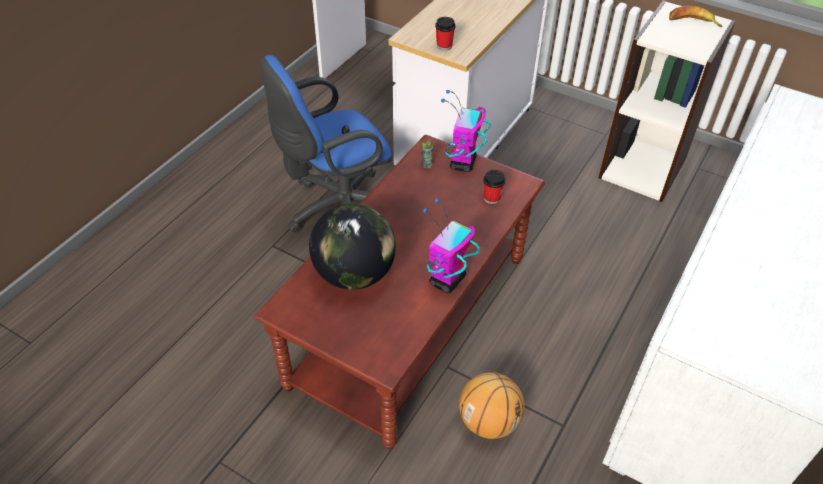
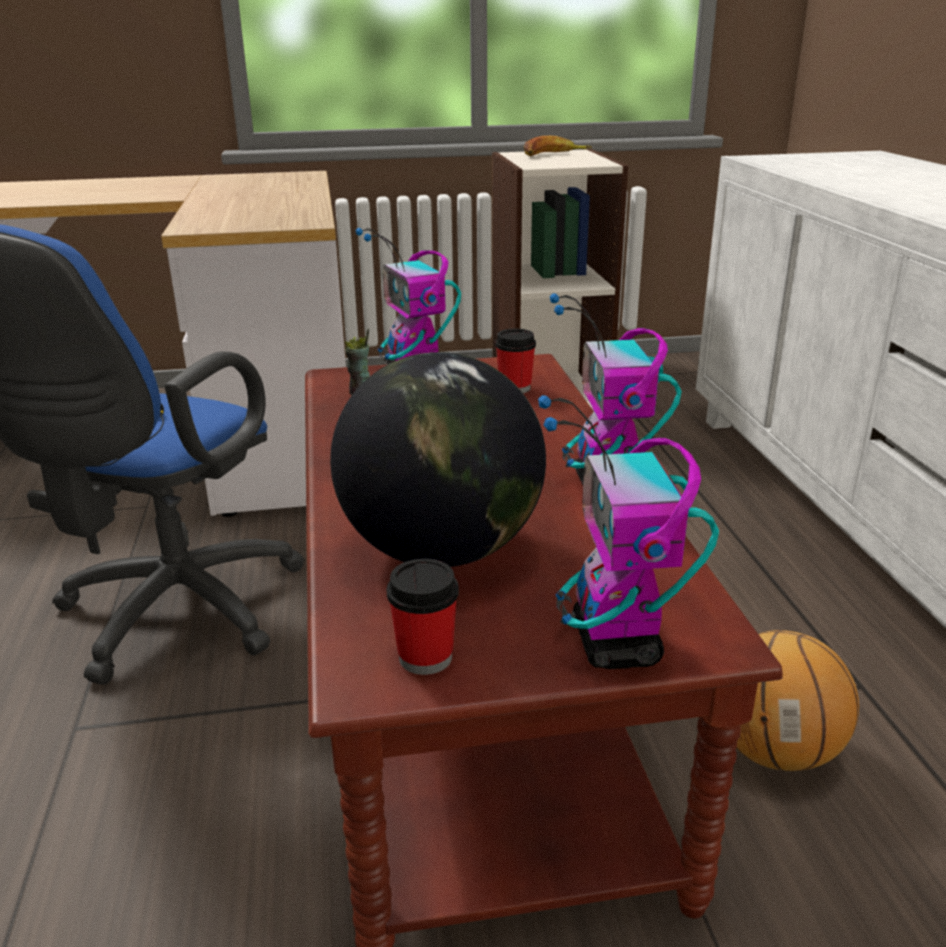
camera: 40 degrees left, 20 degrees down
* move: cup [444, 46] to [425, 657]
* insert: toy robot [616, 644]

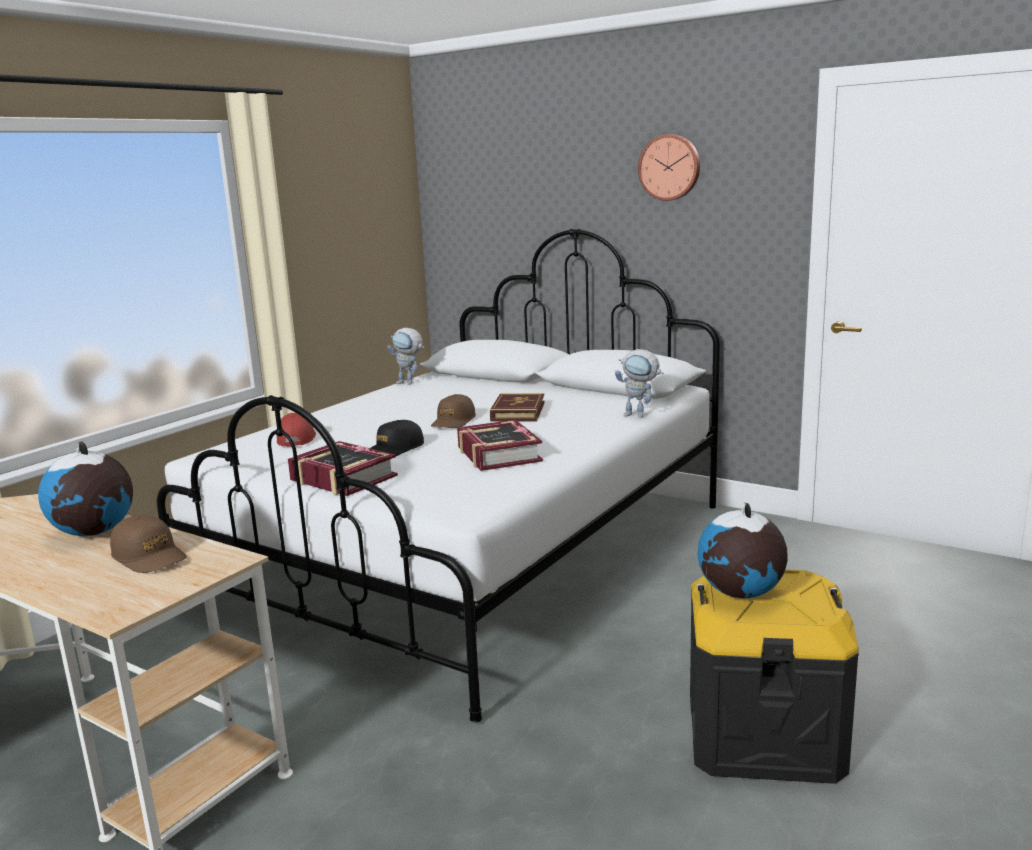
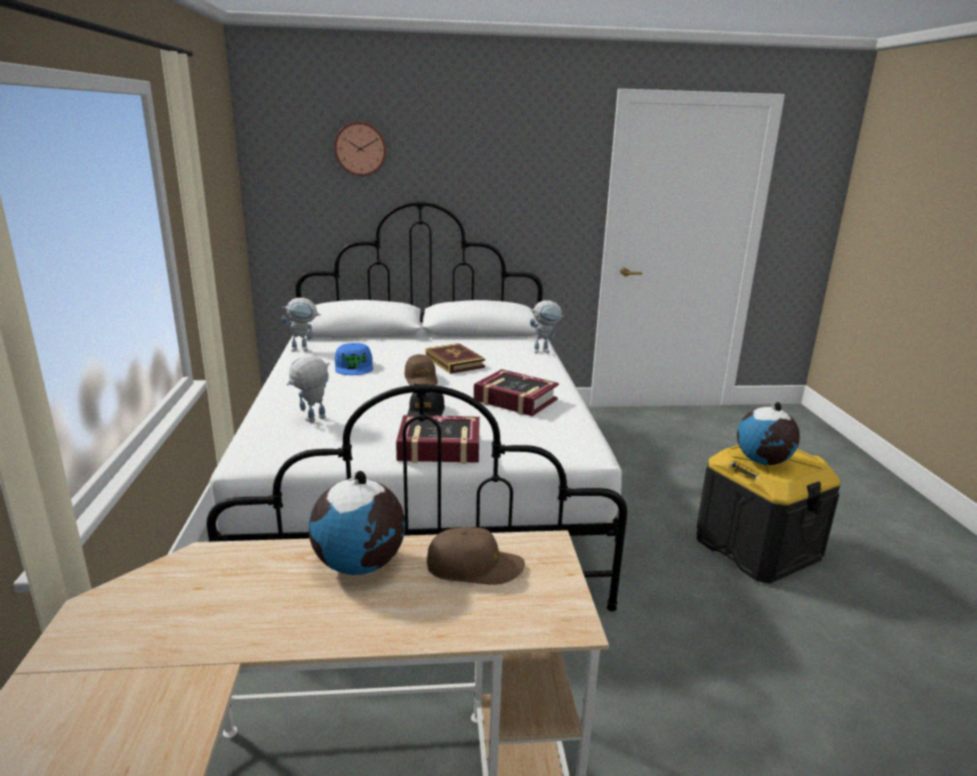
camera: 40 degrees left, 5 degrees up
* move: wall clock [670, 167] to [360, 149]
* replace: cap/red [296, 438] to toy robot [312, 421]
* insert: cap/blue [354, 366]

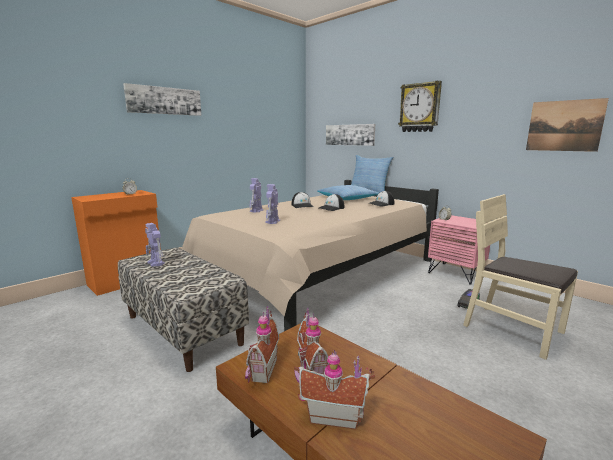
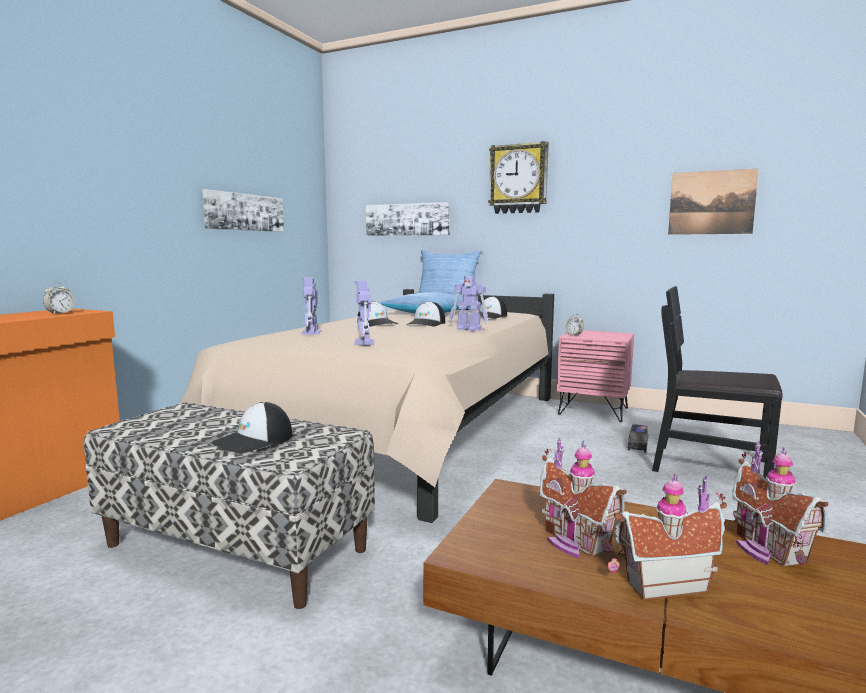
camera: 20 degrees left, 5 degrees down
* move: picture [164, 100] to [244, 212]
* recolor: chair/beige [513, 329] to chair/black [711, 466]
* move: toy robot [156, 263] to [469, 329]
* move: toy house [260, 370] to [766, 550]
* insert: cap [254, 441]

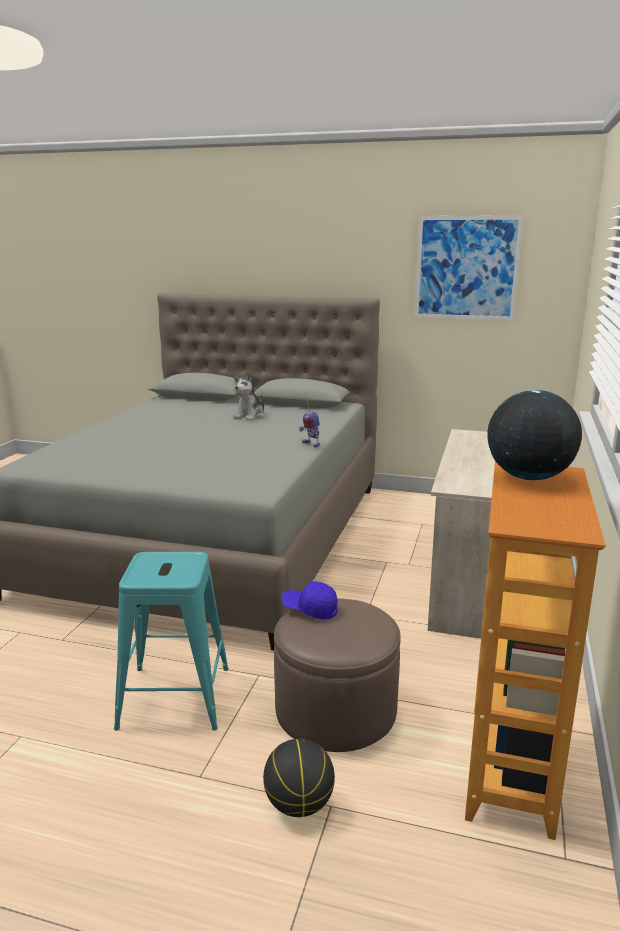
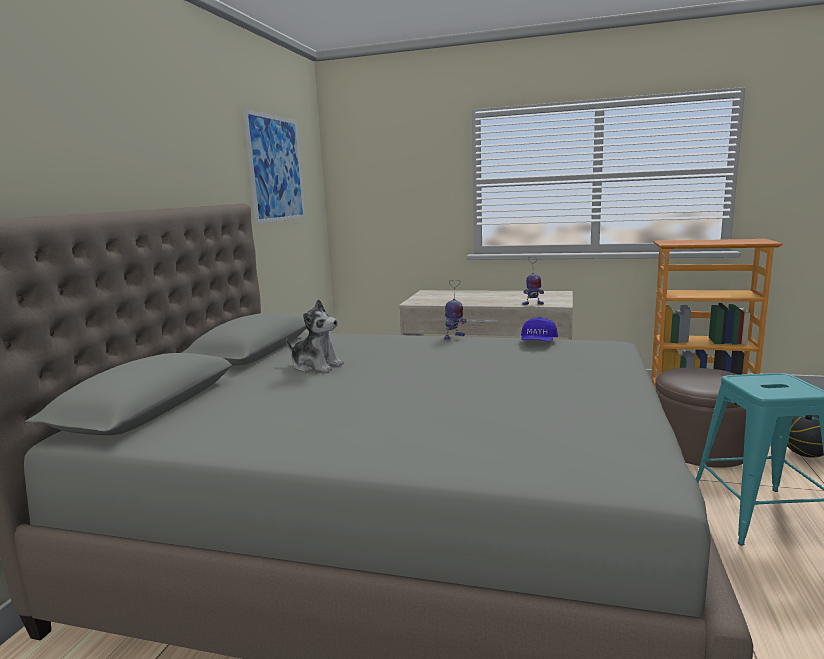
camera: 90 degrees left, 5 degrees down
* delete: globe [528, 477]
* move: cap/blue [309, 609] to [538, 342]
* insert: toy robot [532, 304]

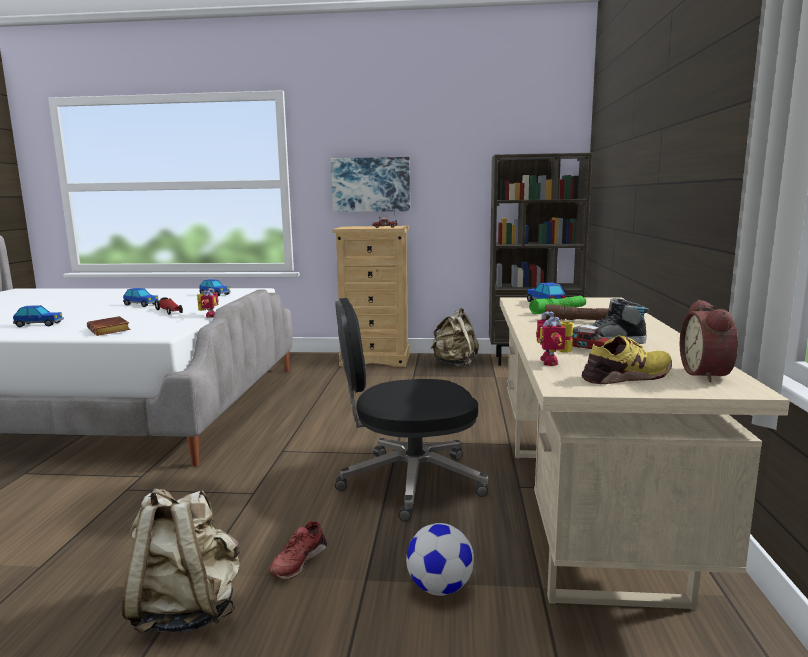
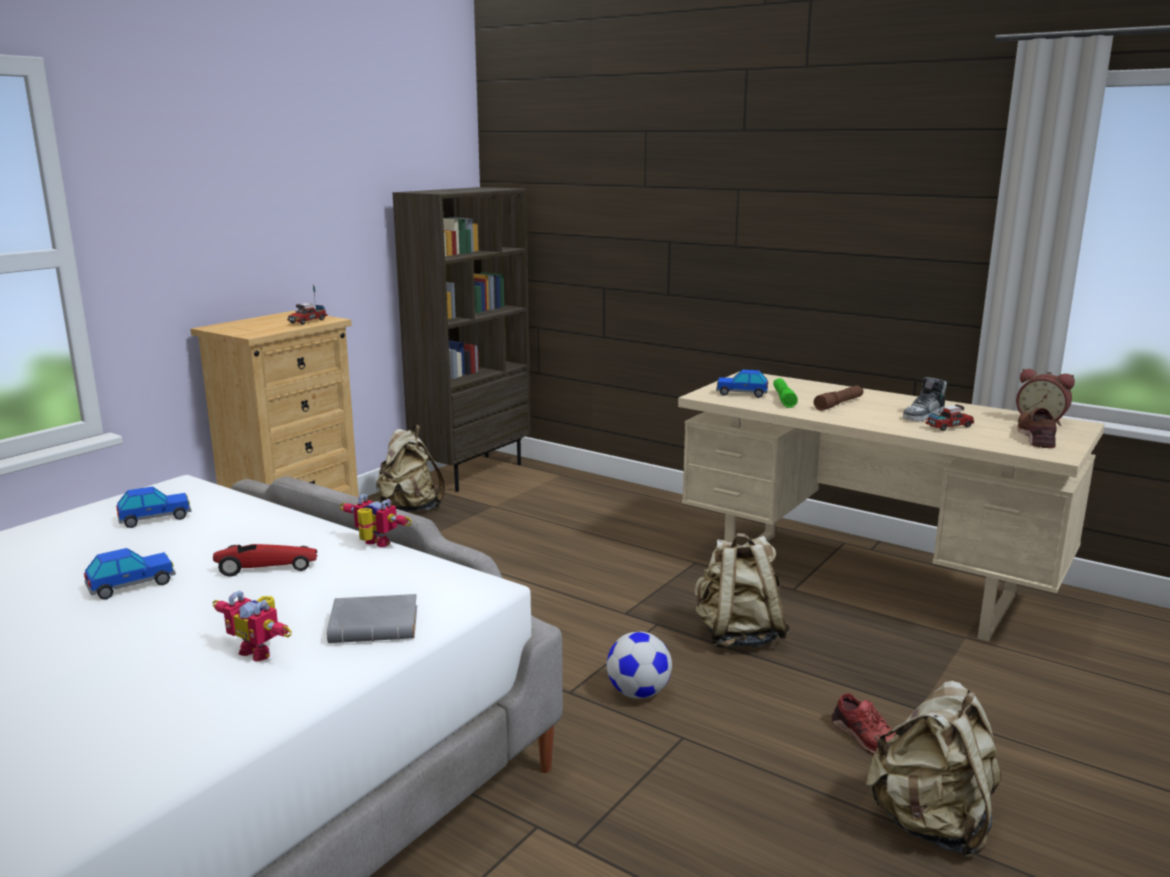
camera: 60 degrees left, 5 degrees up
* delete: picture [371, 184]
* replace: office chair/black [408, 482] to backpack/beige [738, 636]
* delete: toy car [39, 325]
* move: toy robot [554, 362] to [260, 651]
* recolor: book/brown [110, 330] to book/grey [377, 626]
* recolor: shoe/yellow [627, 376] to shoe/brown [1037, 437]
* move: football [440, 588] to [638, 693]

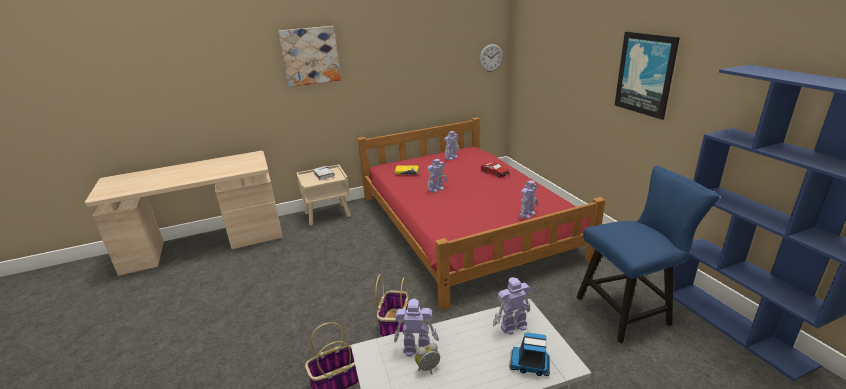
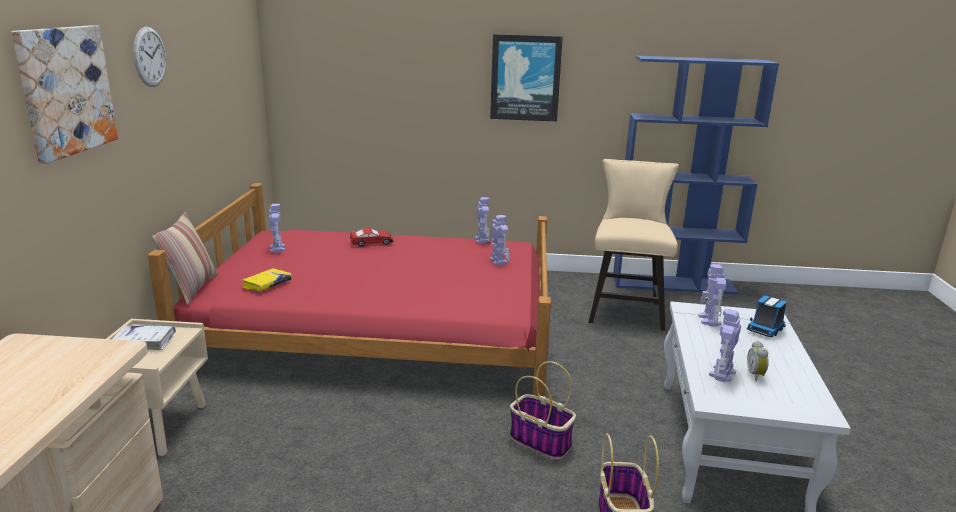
camera: 65 degrees left, 5 degrees down
* move: wall clock [491, 58] to [149, 57]
* move: toy robot [437, 189] to [482, 239]
* recolor: chair/blue [628, 310] to chair/beige [625, 310]
* insert: pillow [192, 288]

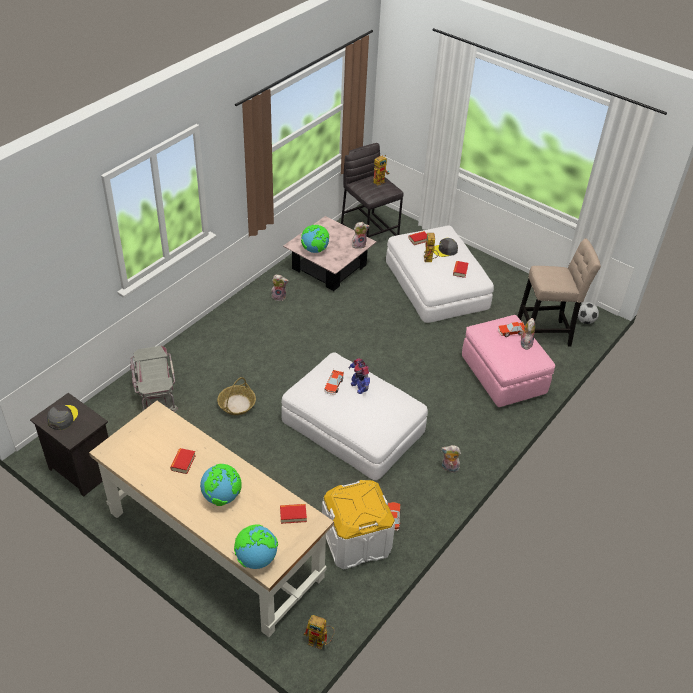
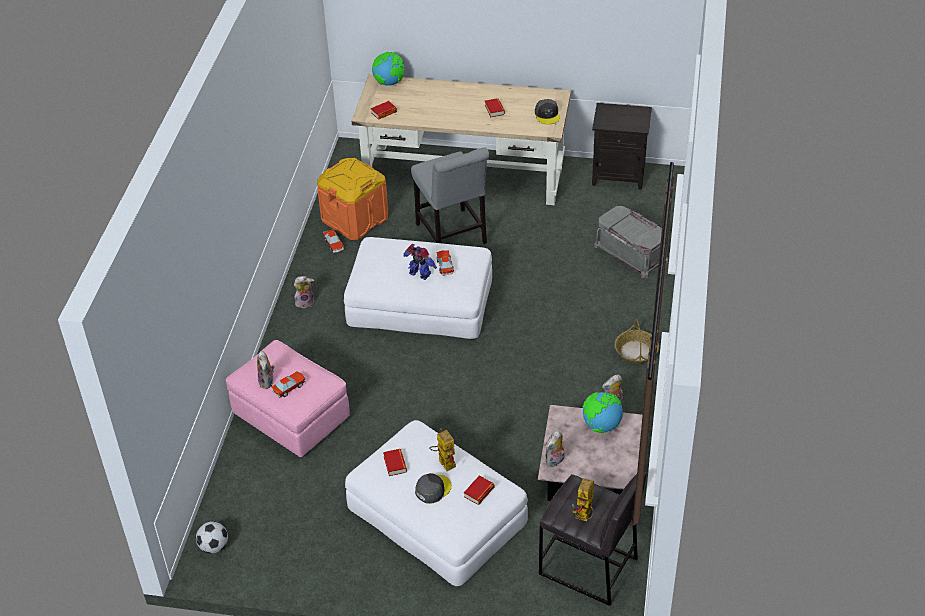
camera: 155 degrees right, 0 degrees up
* delete: stool/beige [546, 334]
* move: basket [237, 404] to [636, 352]
* move: cap/grey [62, 418] to [547, 115]
* delete: globe [222, 497]
* recolor: storage box/white [356, 540] to storage box/orange [355, 218]
* delete: toy robot [320, 642]
* insert: chair/grey [452, 236]

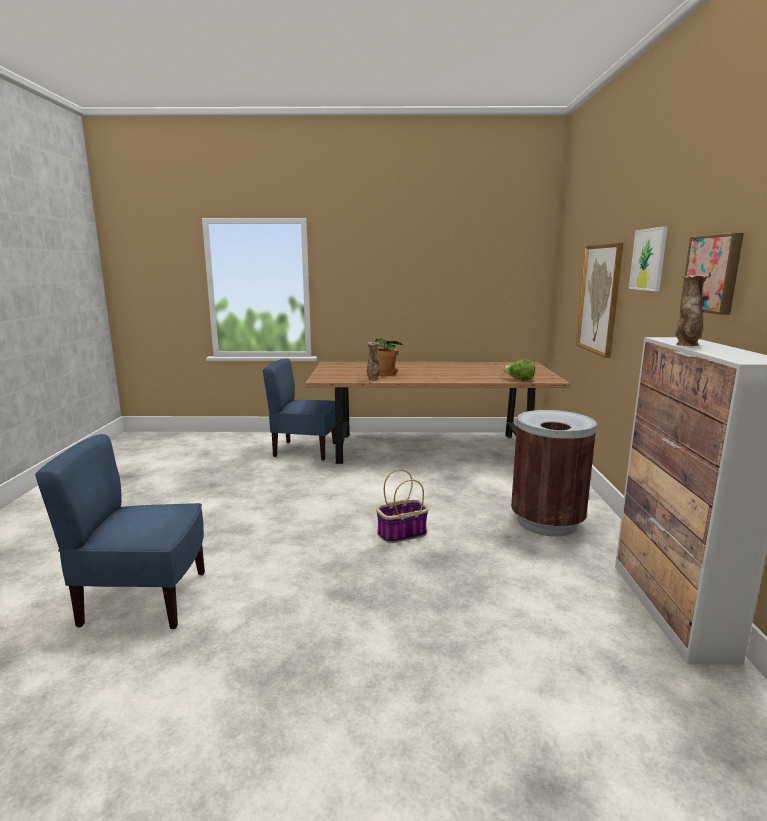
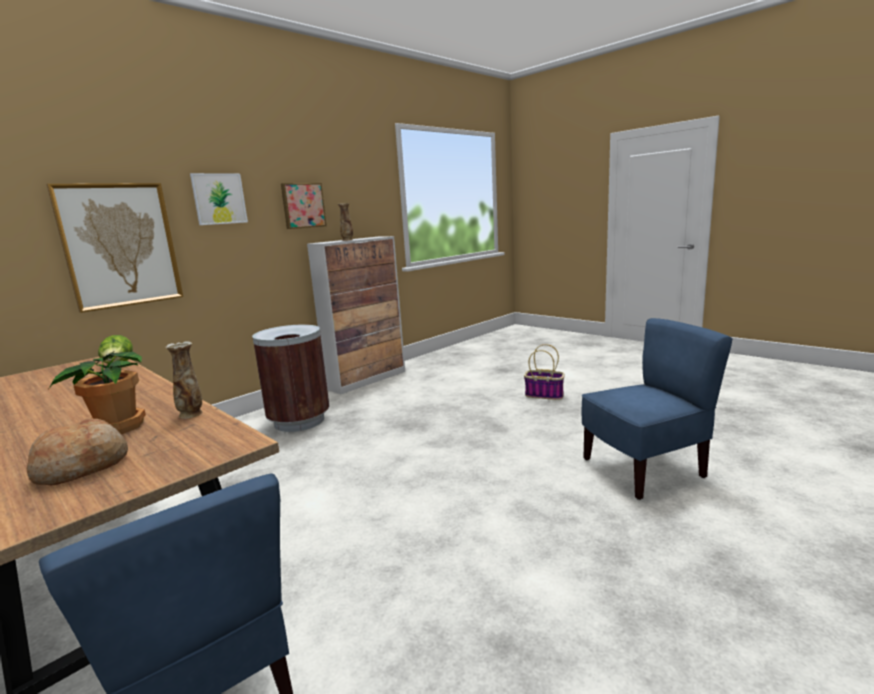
camera: 135 degrees left, 0 degrees up
* rotate: chair/blue [144, 600] = [644, 469] 60 degrees counterclockwise
* move: basket [401, 534] to [545, 395]
* insert: bread [82, 466]

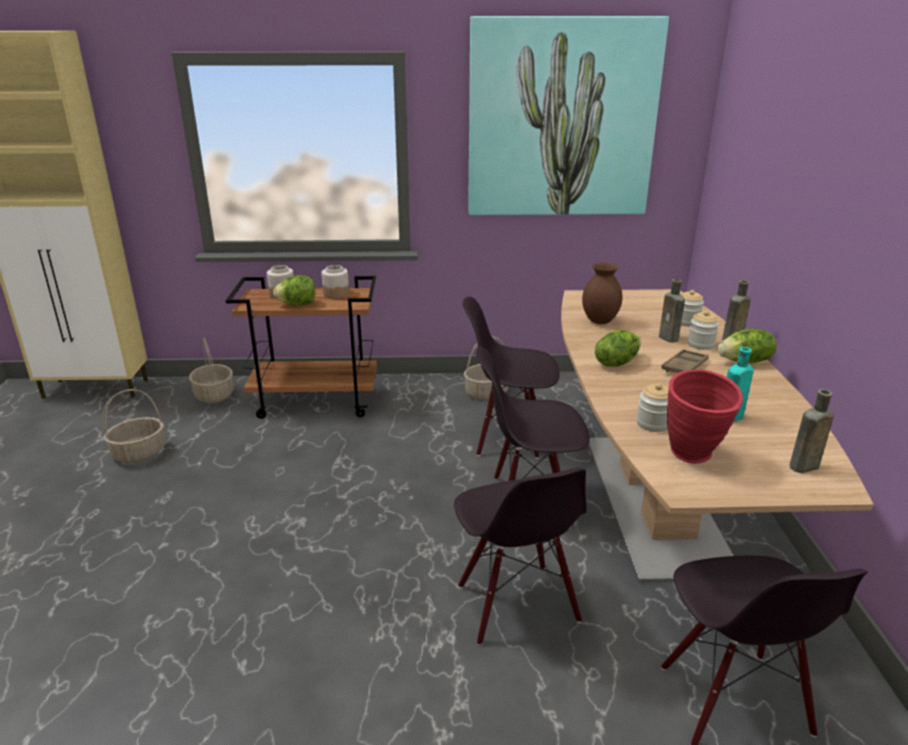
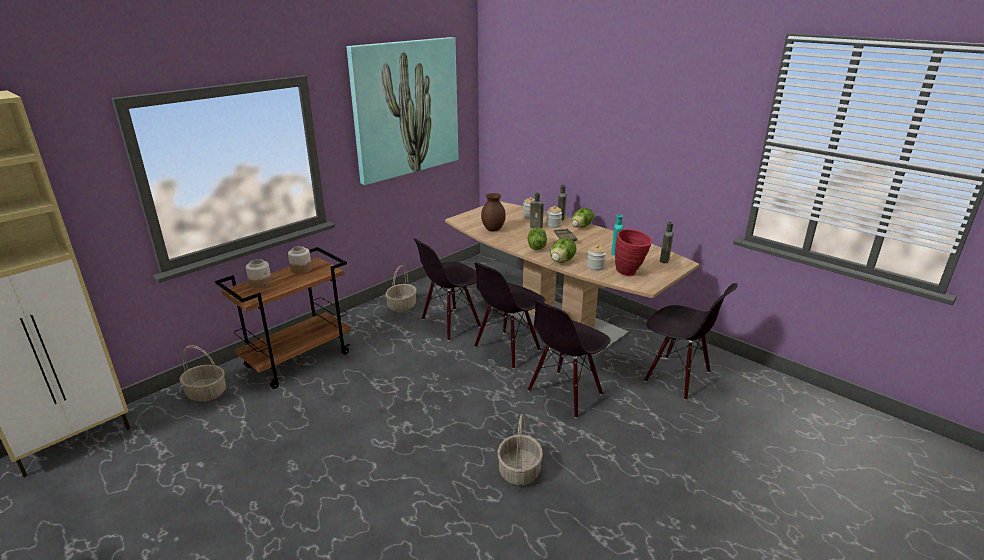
camera: 45 degrees left, 0 degrees up
* move: lettuce [297, 304] to [562, 261]
* move: basket [139, 453] to [519, 471]
* rotate: chair/black [516, 604] = [565, 393] 105 degrees clockwise

